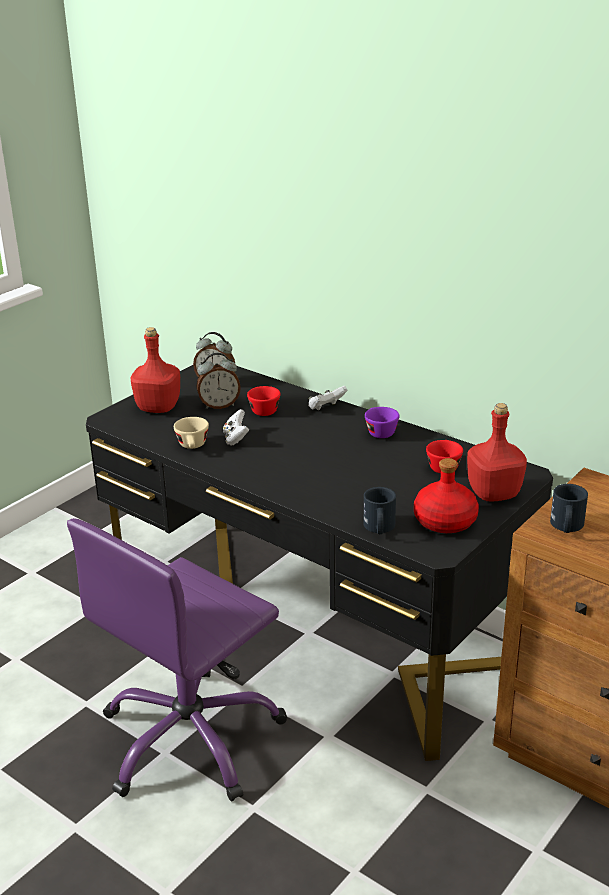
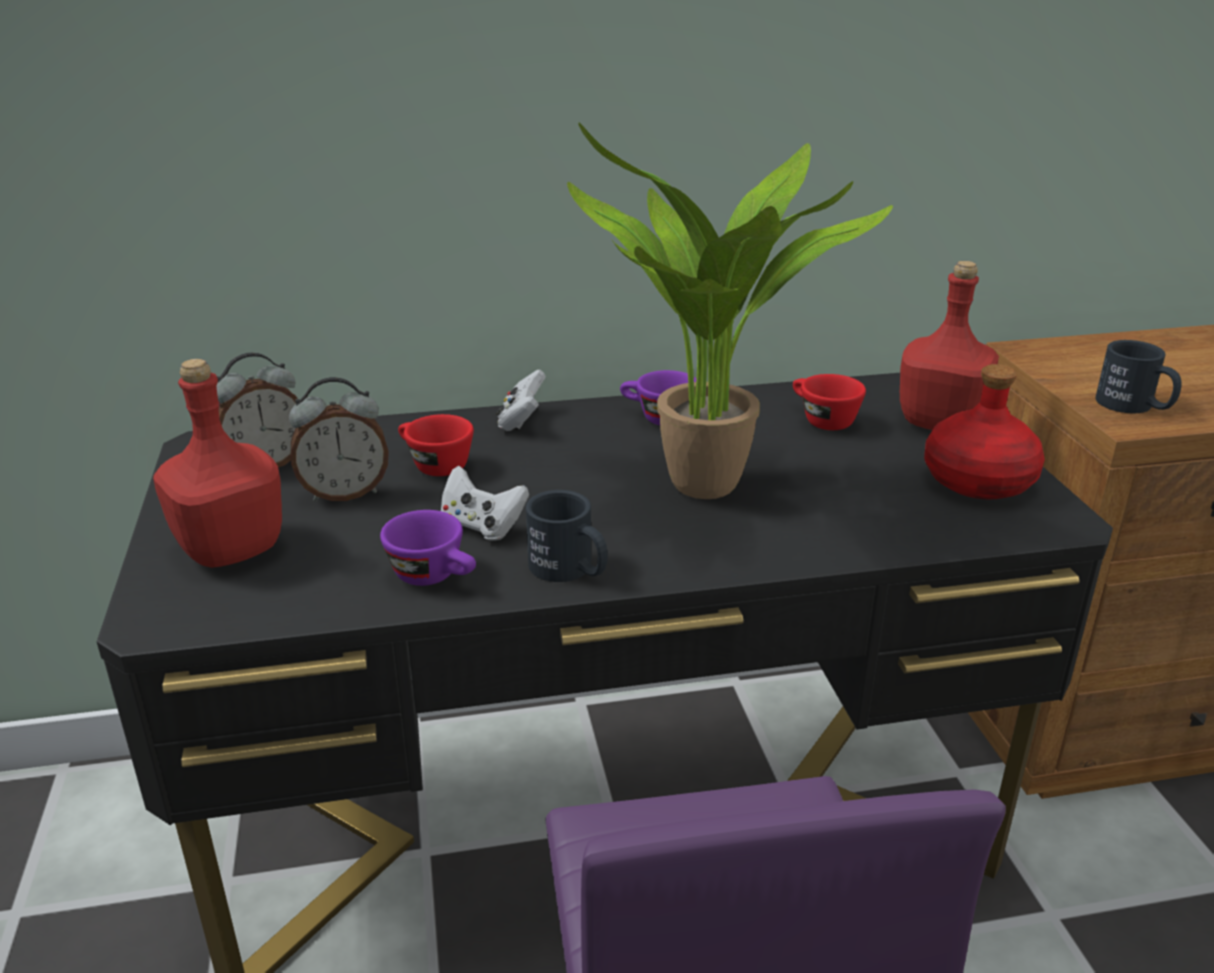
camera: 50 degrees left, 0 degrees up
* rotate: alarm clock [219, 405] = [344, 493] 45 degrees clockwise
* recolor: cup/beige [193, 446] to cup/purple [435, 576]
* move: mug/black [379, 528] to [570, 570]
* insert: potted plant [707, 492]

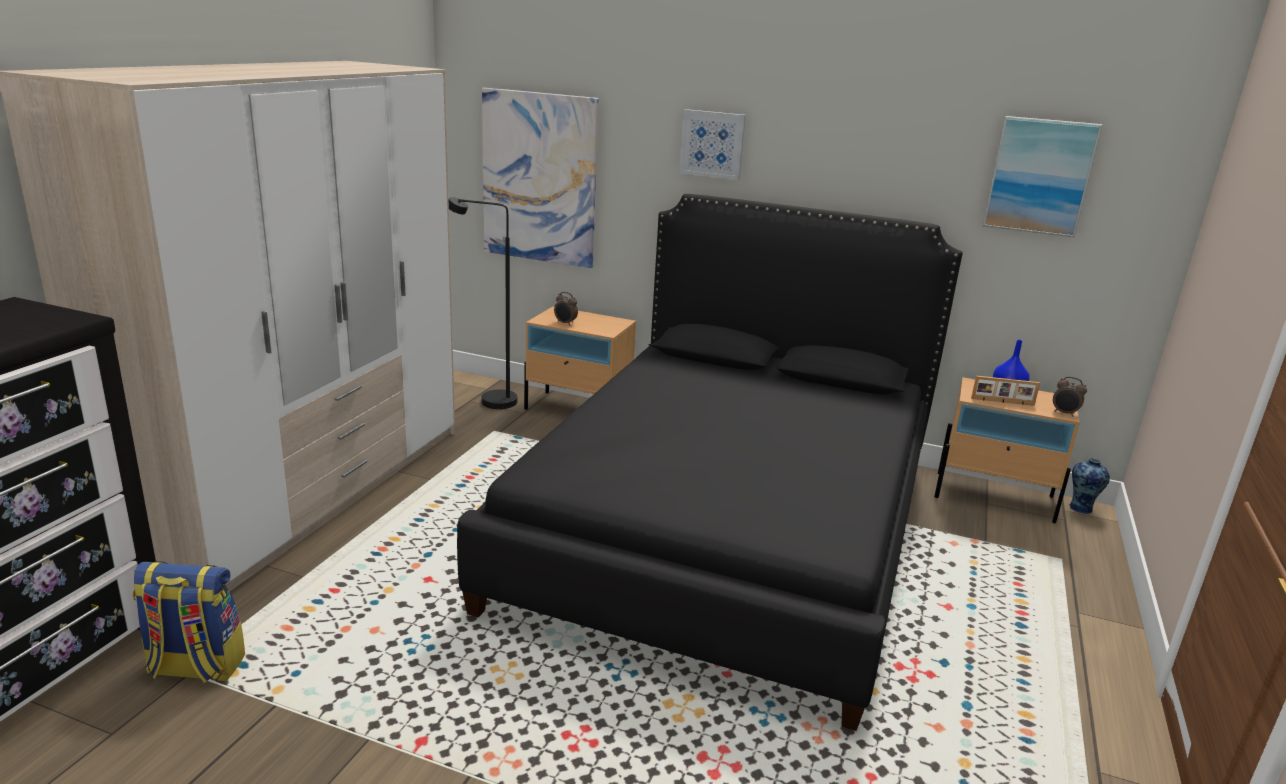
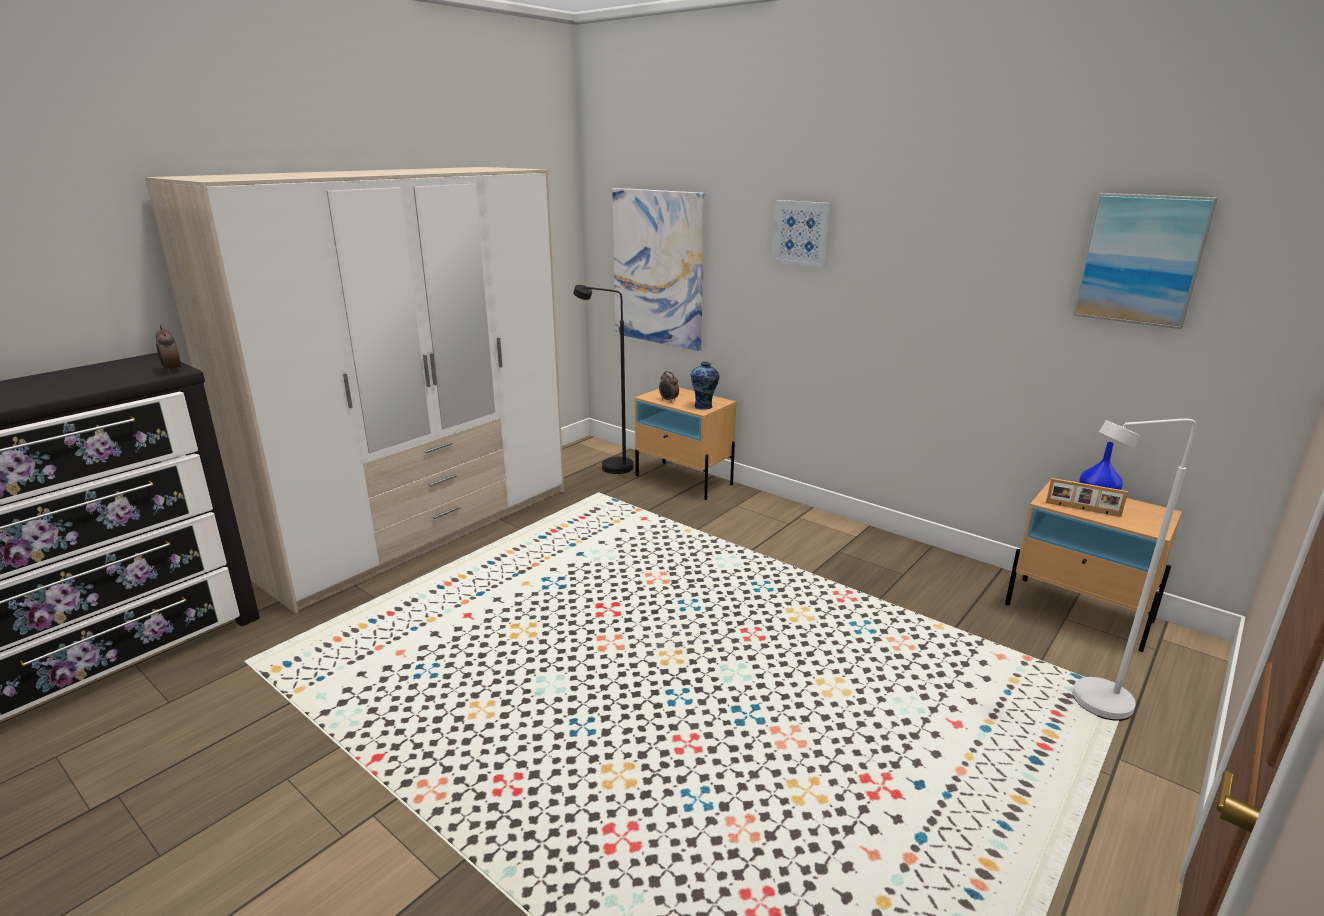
camera: 20 degrees right, 0 degrees up
* delete: bed/black [725, 528]
* move: alarm clock [1064, 413] to [172, 370]
* move: vase [1081, 508] to [704, 406]
* delete: backpack [195, 668]
* insert: floor lamp/white [1088, 704]

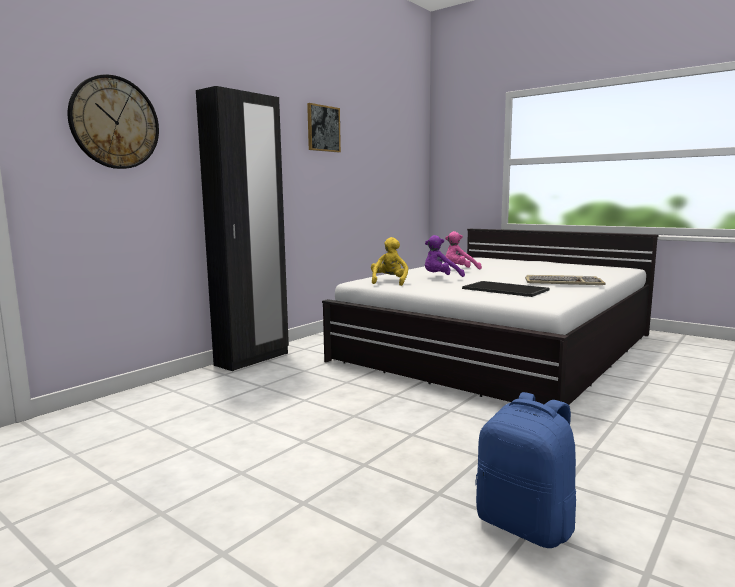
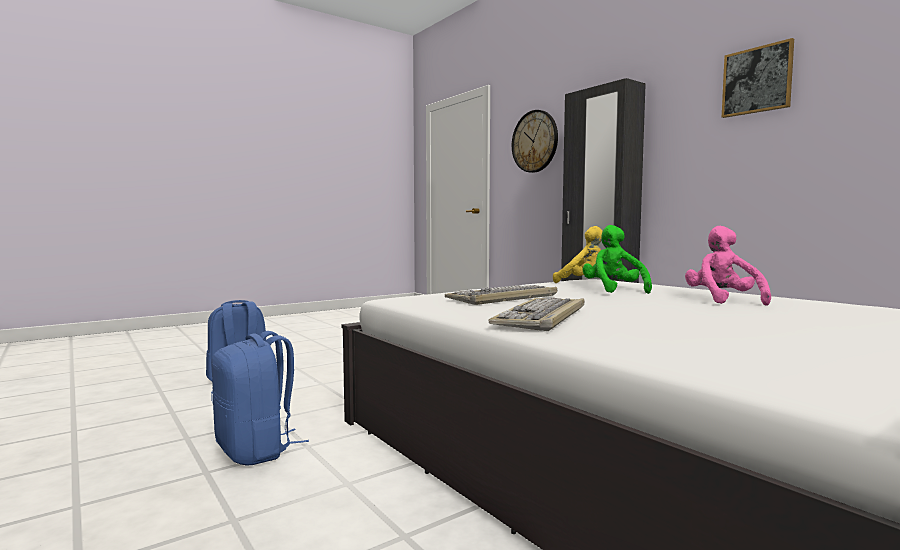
camera: 105 degrees right, 5 degrees down
* recolor: plush toy/purple [440, 278] to plush toy/green [613, 290]
* replace: tray [506, 289] to keyboard [503, 298]
* insert: backpack/blue [256, 450]

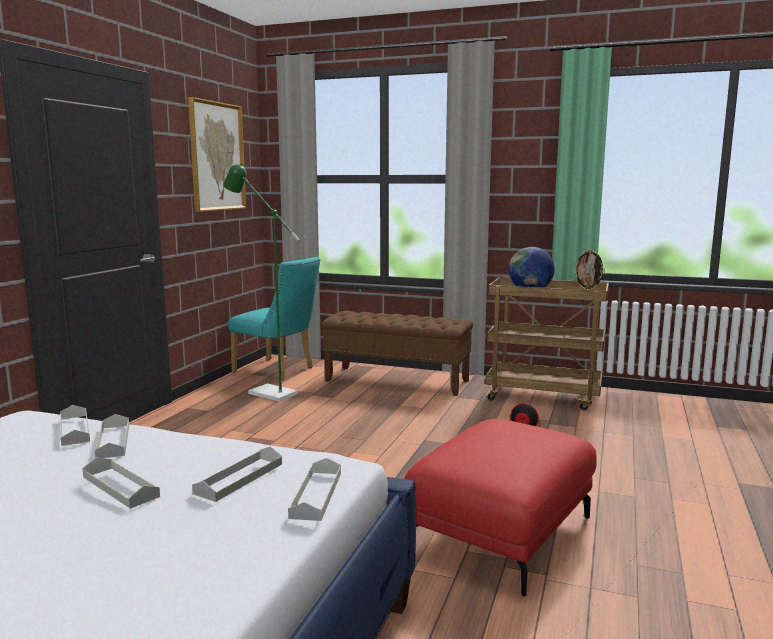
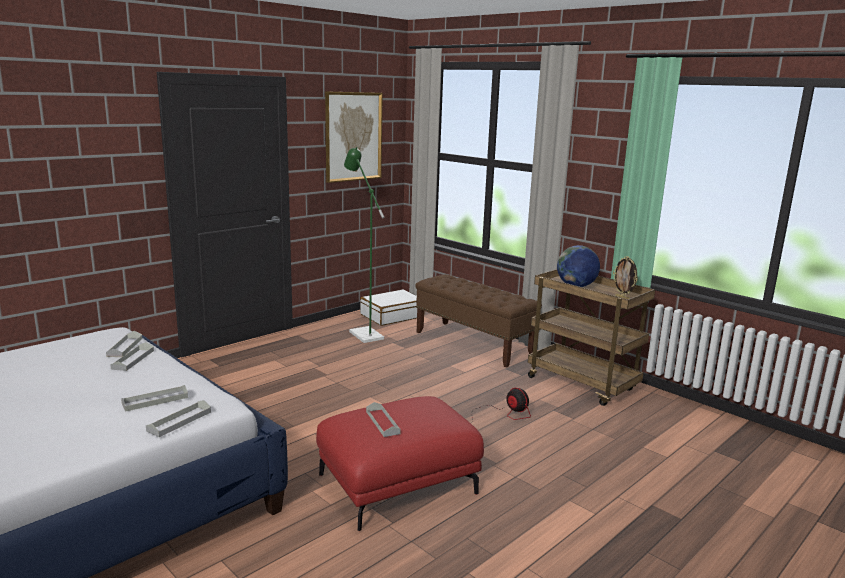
camera: 25 degrees right, 5 degrees up
* replace: chair/turquoise [278, 370] to suitcase/white [392, 315]
* move: tray/grey [120, 487] to [382, 422]

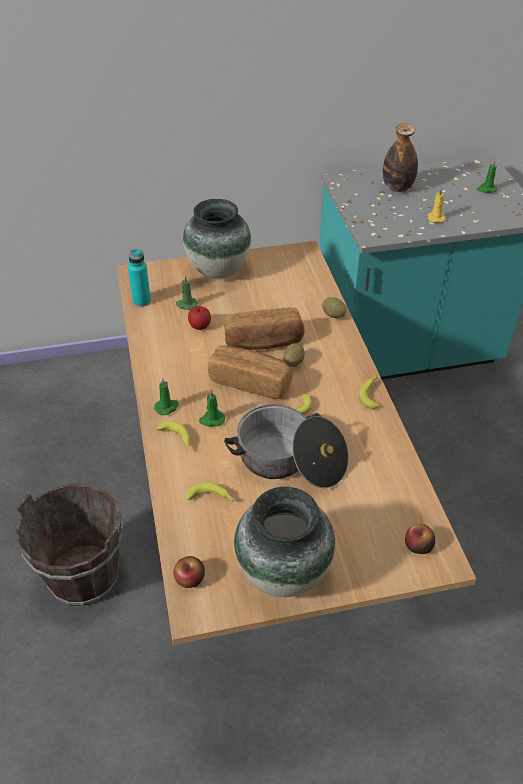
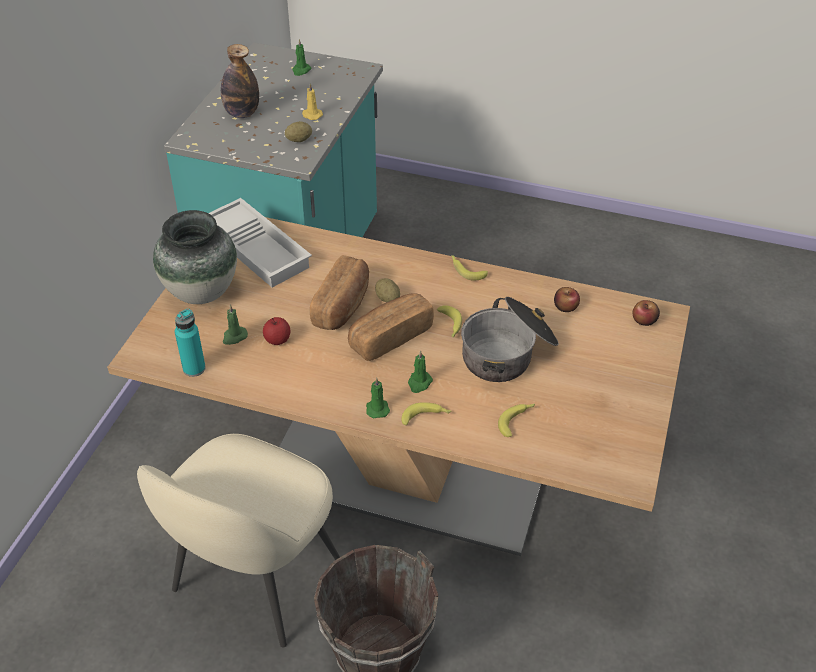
camera: 60 degrees left, 0 degrees up
* move: potato [333, 315] to [299, 140]
* delete: vase [284, 574]
* move: apple [190, 578] to [565, 307]
* insert: tray/white [258, 248]
* insert: chair/beige [254, 579]

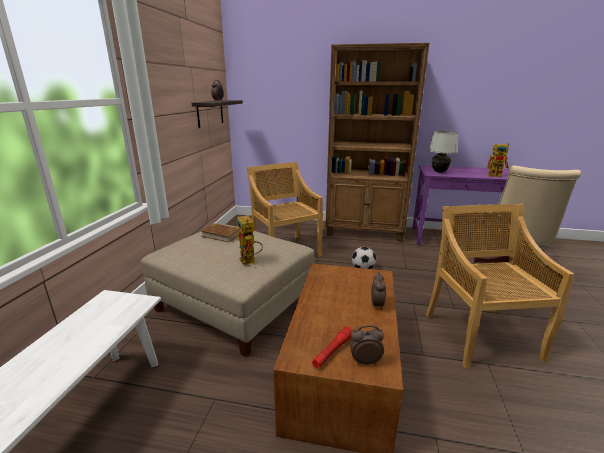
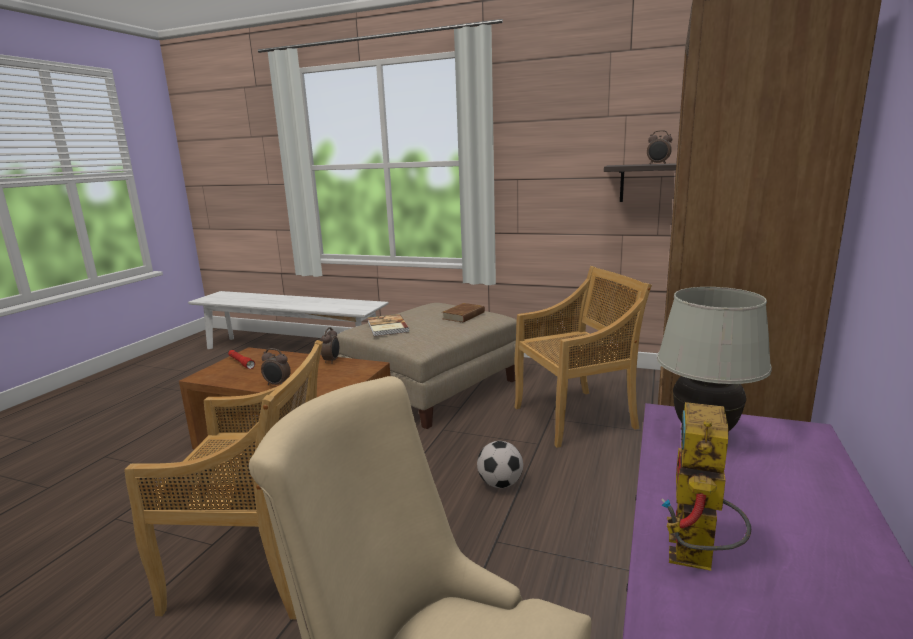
camera: 100 degrees right, 5 degrees down
* replace: toy robot [250, 262] to book [386, 327]
* move: alarm clock [365, 361] to [332, 361]

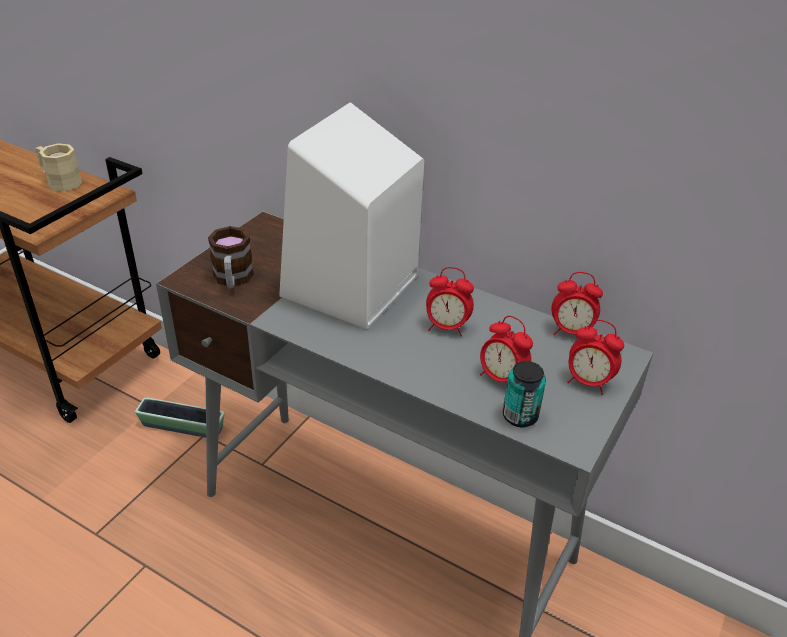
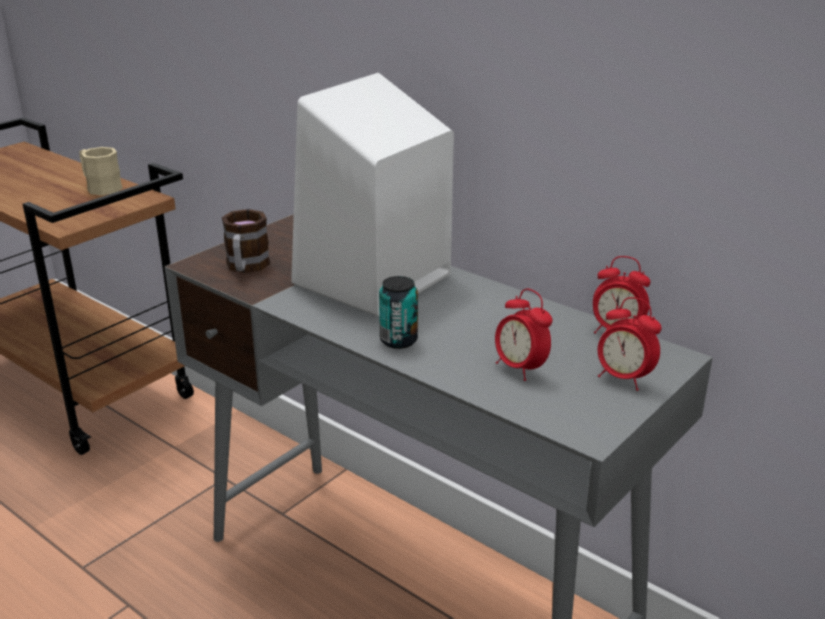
camera: 10 degrees right, 10 degrees down
* delete: alarm clock [446, 327]
* move: can [520, 416] to [398, 340]
* delete: planter [182, 427]

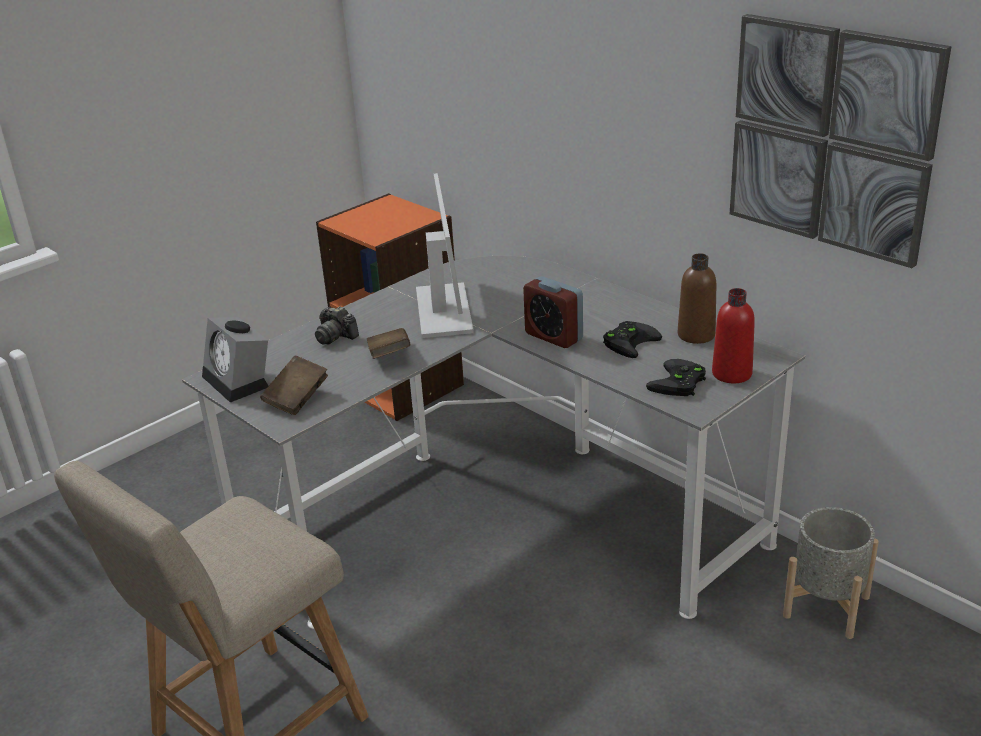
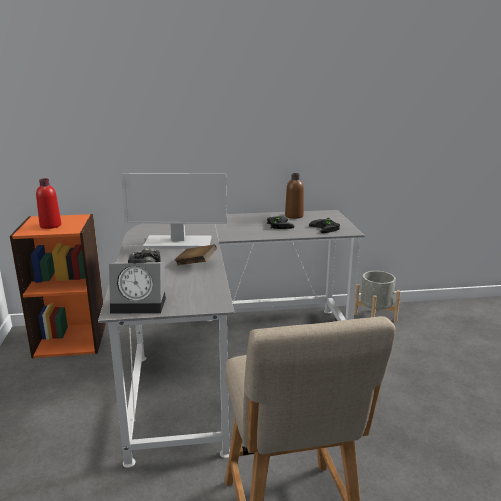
camera: 55 degrees left, 10 degrees down
* delete: picture [831, 138]
* rotate: monitor [444, 311] = [177, 243] 150 degrees clockwise
* delete: alarm clock [554, 336]
* move: bottle/red [731, 374] to [50, 226]
* delete: book/brown [297, 398]

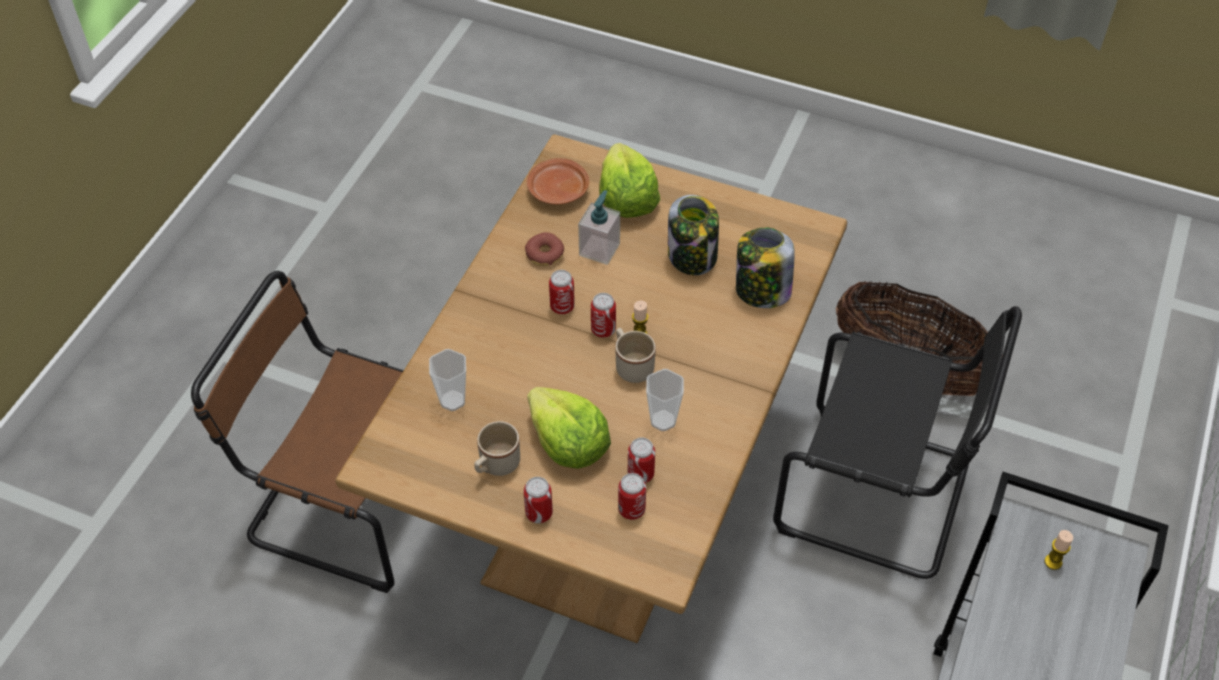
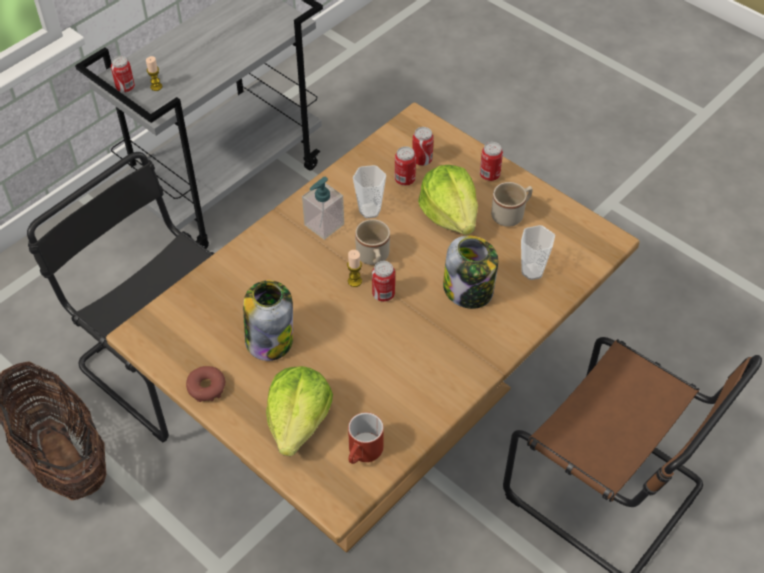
camera: 160 degrees left, 0 degrees up
* replace: plate/brown [558, 191] to mug/red [363, 453]
* move: soap dispenser [599, 249] to [324, 225]
* move: jar [761, 291] to [469, 290]
* move: donut [545, 254] to [206, 387]
* move: can [562, 307] to [125, 88]

